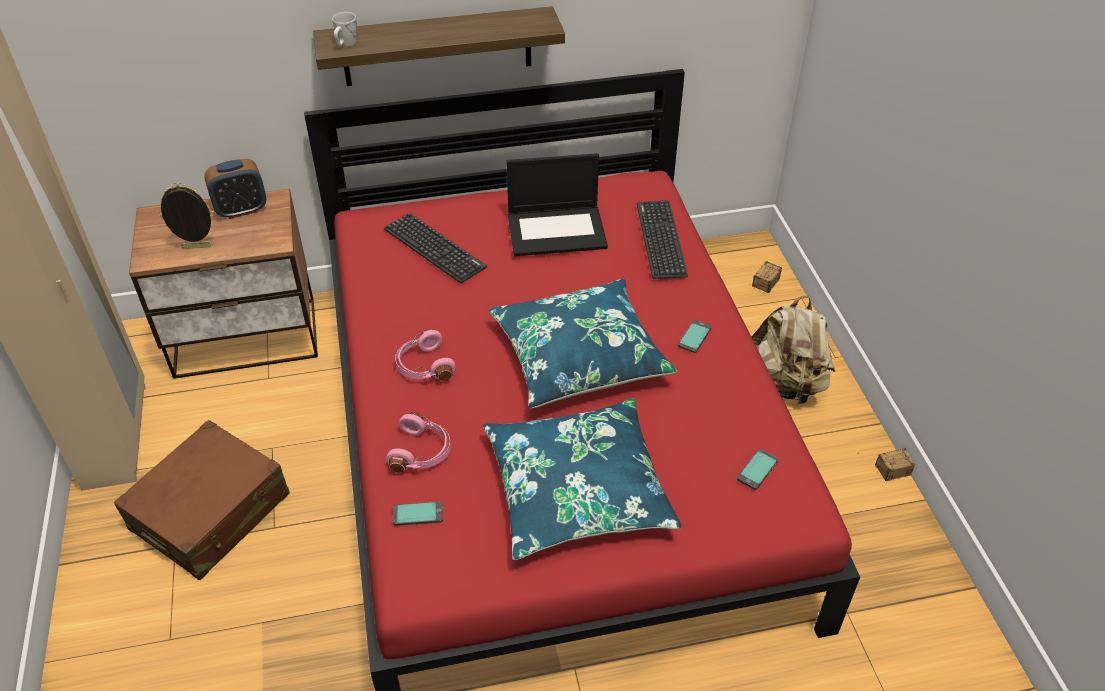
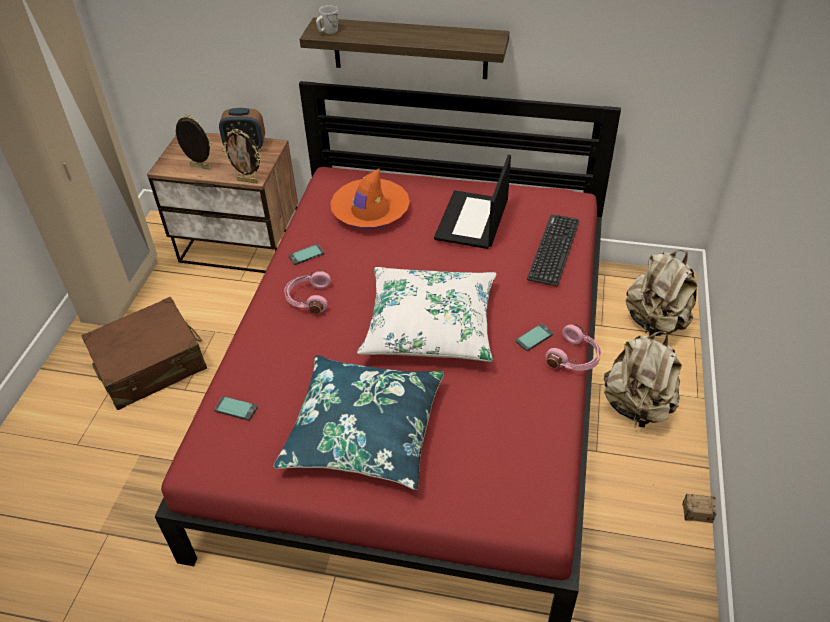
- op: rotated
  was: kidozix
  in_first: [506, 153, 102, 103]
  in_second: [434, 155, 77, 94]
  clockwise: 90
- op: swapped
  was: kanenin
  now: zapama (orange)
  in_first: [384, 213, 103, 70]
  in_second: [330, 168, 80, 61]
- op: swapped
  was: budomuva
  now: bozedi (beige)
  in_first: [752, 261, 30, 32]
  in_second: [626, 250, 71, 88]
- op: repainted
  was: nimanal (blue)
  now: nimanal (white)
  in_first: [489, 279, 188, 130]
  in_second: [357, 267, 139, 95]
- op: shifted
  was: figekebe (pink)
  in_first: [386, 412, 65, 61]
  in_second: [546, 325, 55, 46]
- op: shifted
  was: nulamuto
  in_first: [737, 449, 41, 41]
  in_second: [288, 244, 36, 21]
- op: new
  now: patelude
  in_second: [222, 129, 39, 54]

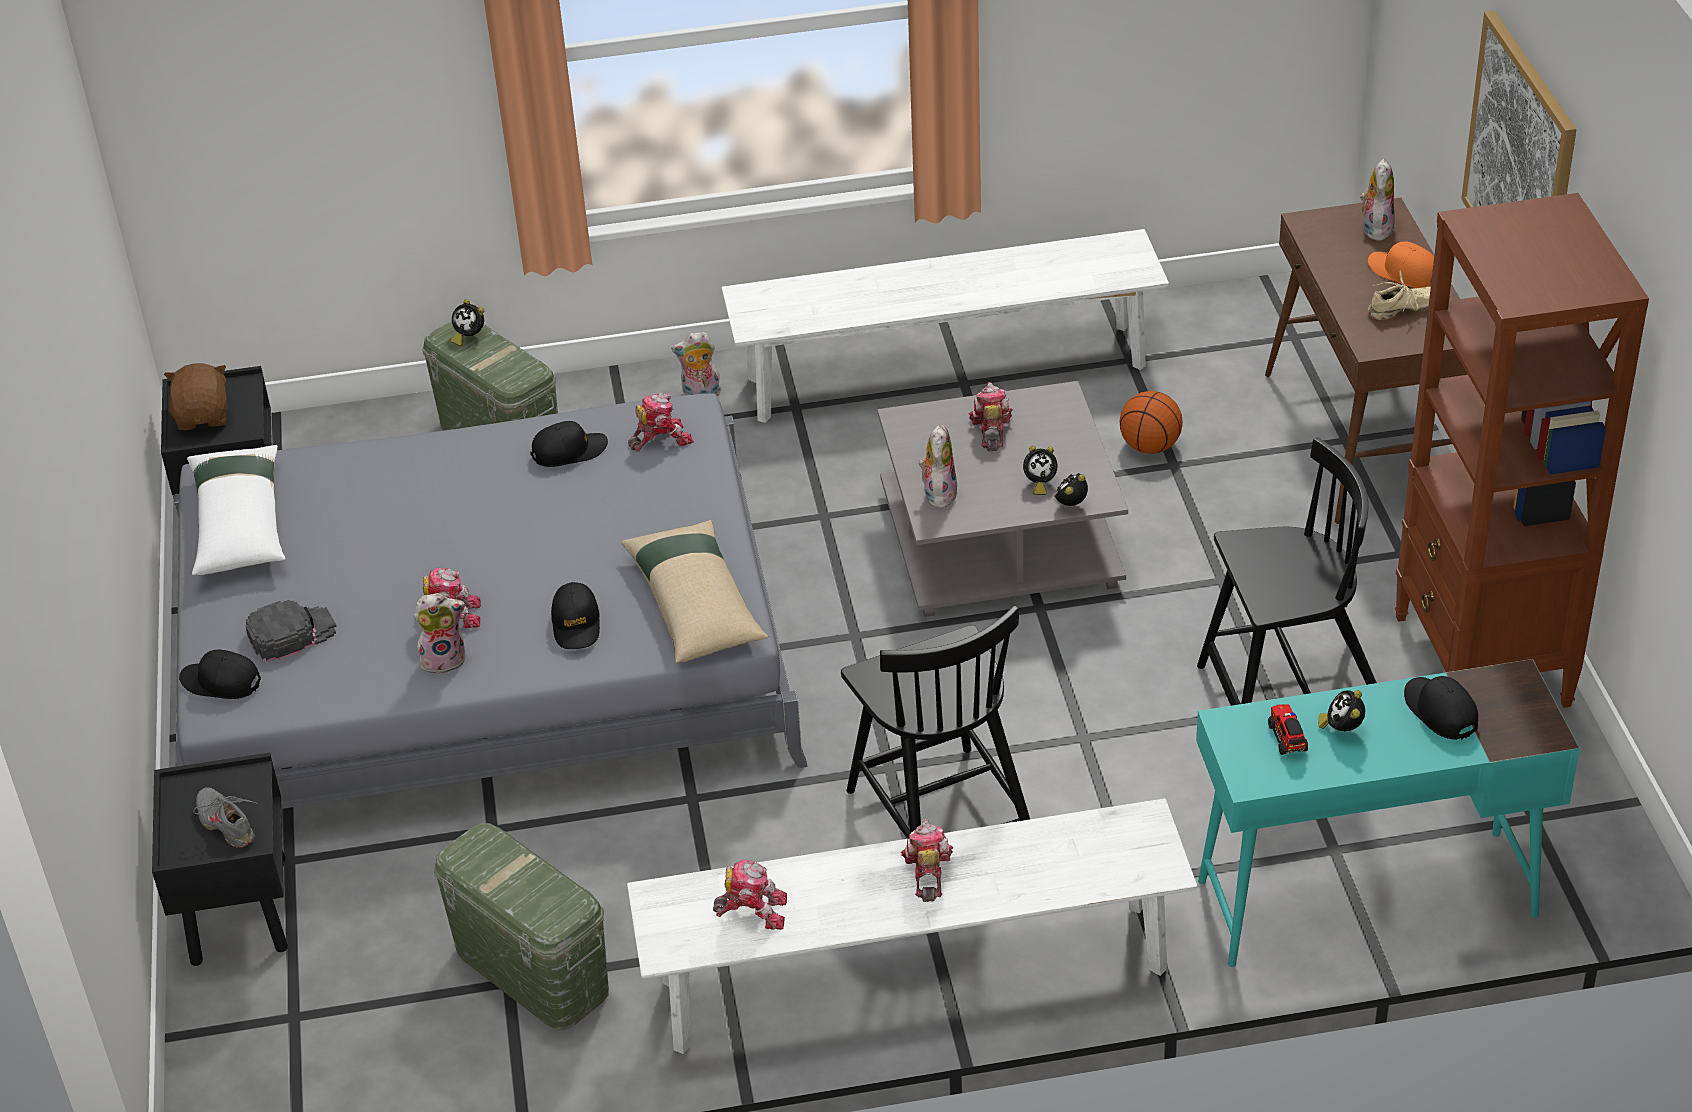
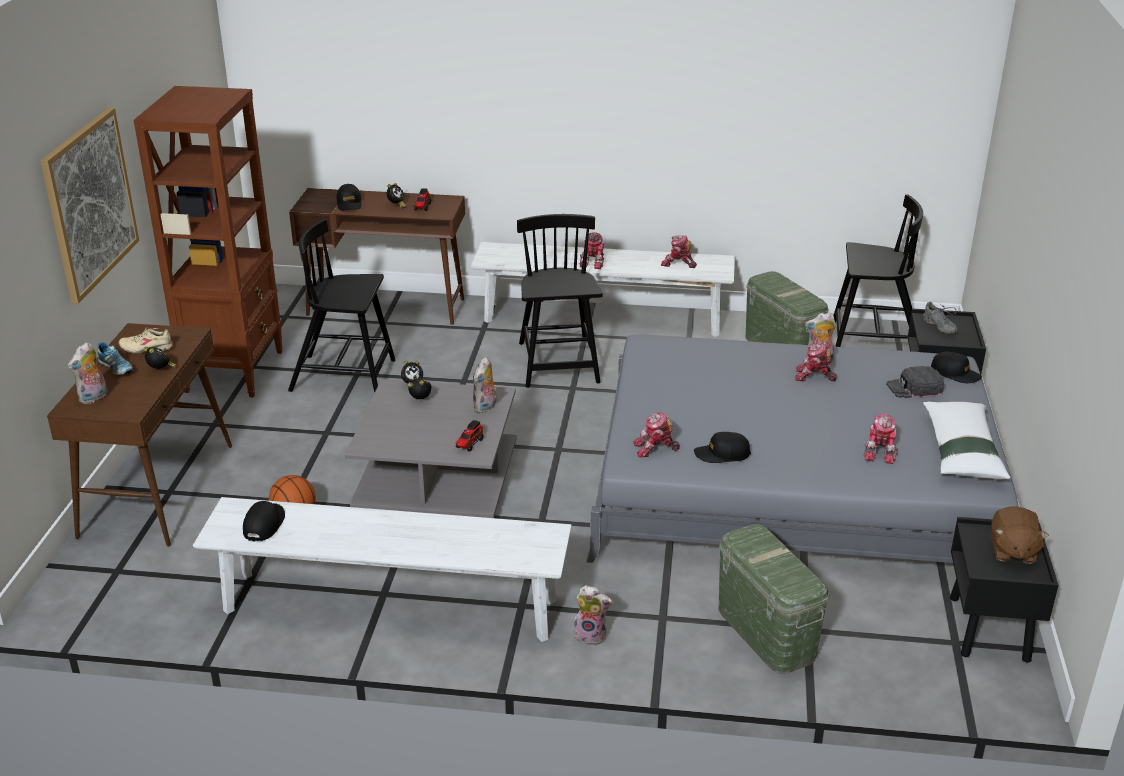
- op: swapped
  was: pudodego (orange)
  now: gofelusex
  in_first: [1368, 241, 66, 47]
  in_second: [98, 342, 35, 33]
- op: shifted
  was: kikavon
  in_first: [451, 299, 34, 47]
  in_second: [143, 347, 33, 22]
- op: shifted
  was: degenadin
  in_first: [968, 382, 45, 69]
  in_second: [863, 414, 35, 50]
- op: gone
  was: nimanal (beige)
  in_first: [621, 520, 147, 143]
- op: shifted
  was: pudodego (black)
  in_first: [551, 582, 49, 67]
  in_second: [243, 501, 42, 40]
- op: repainted
  was: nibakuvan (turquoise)
  now: nibakuvan (brown)
  in_first: [1196, 659, 384, 308]
  in_second: [289, 188, 176, 137]
- op: new
  now: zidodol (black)
  in_second: [833, 194, 90, 153]
- op: new
  now: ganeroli
  in_second: [456, 420, 28, 32]

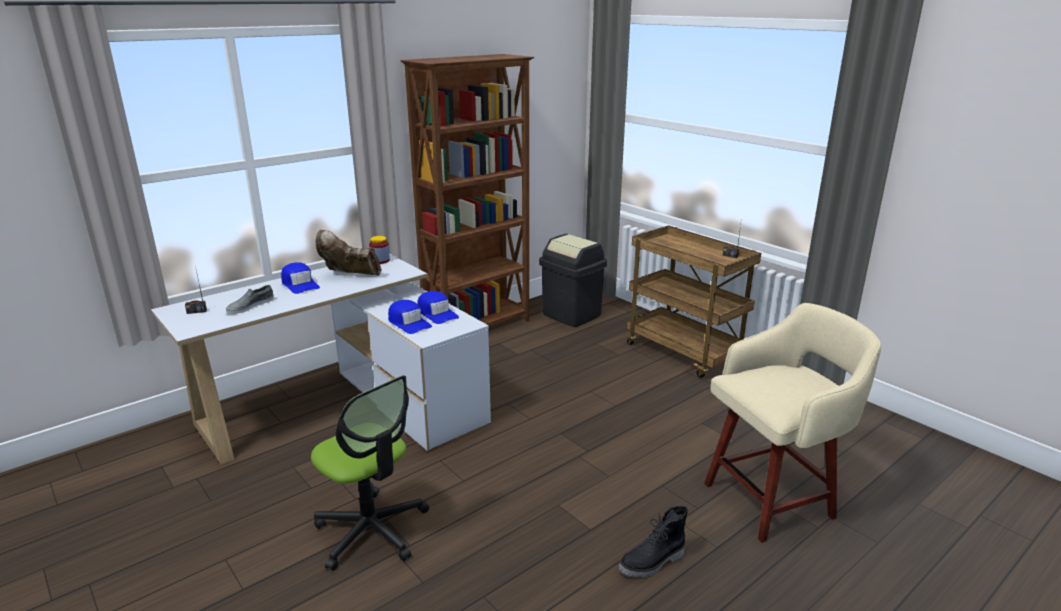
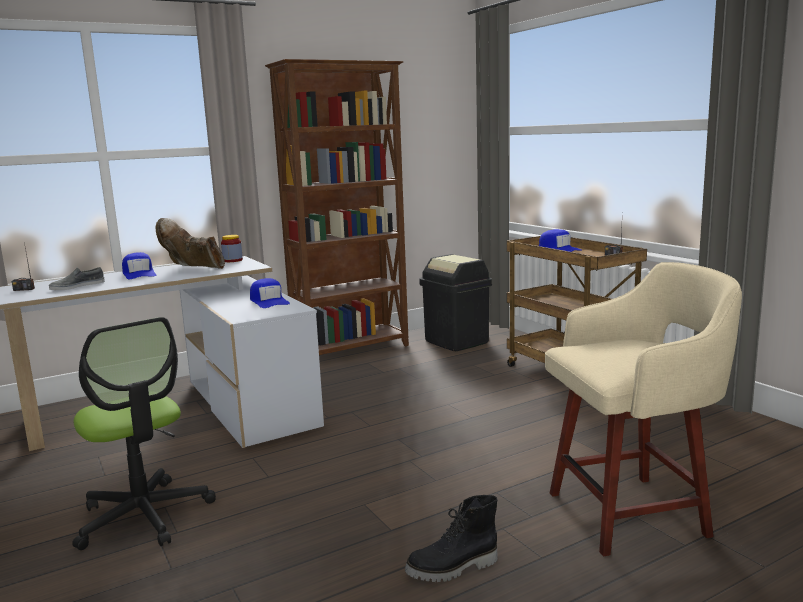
- op: shifted
  was: pudodego (blue)
  in_first: [388, 300, 44, 34]
  in_second: [539, 229, 42, 23]

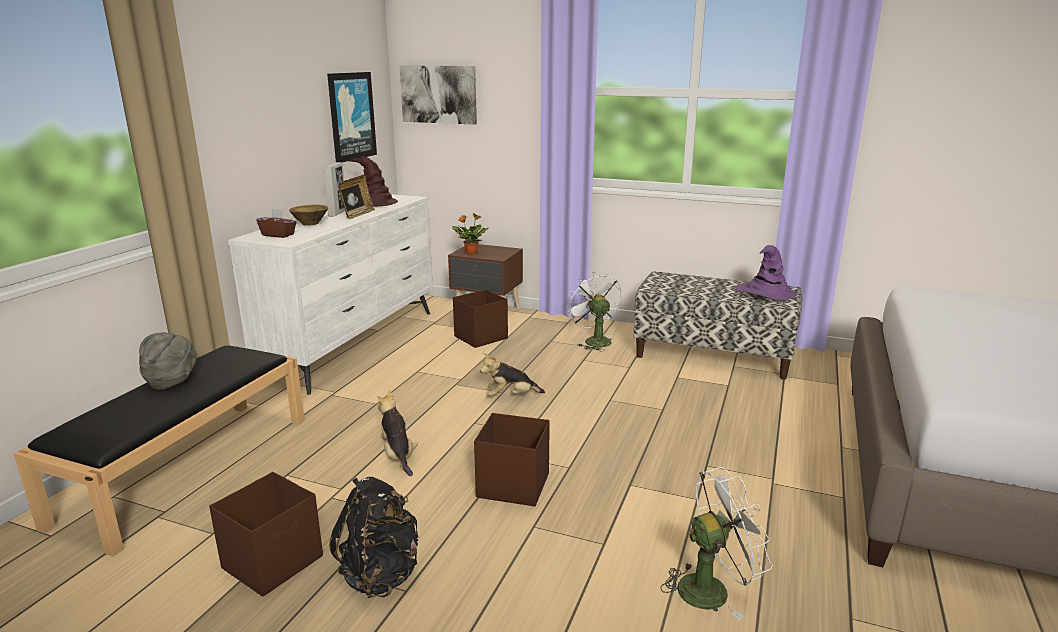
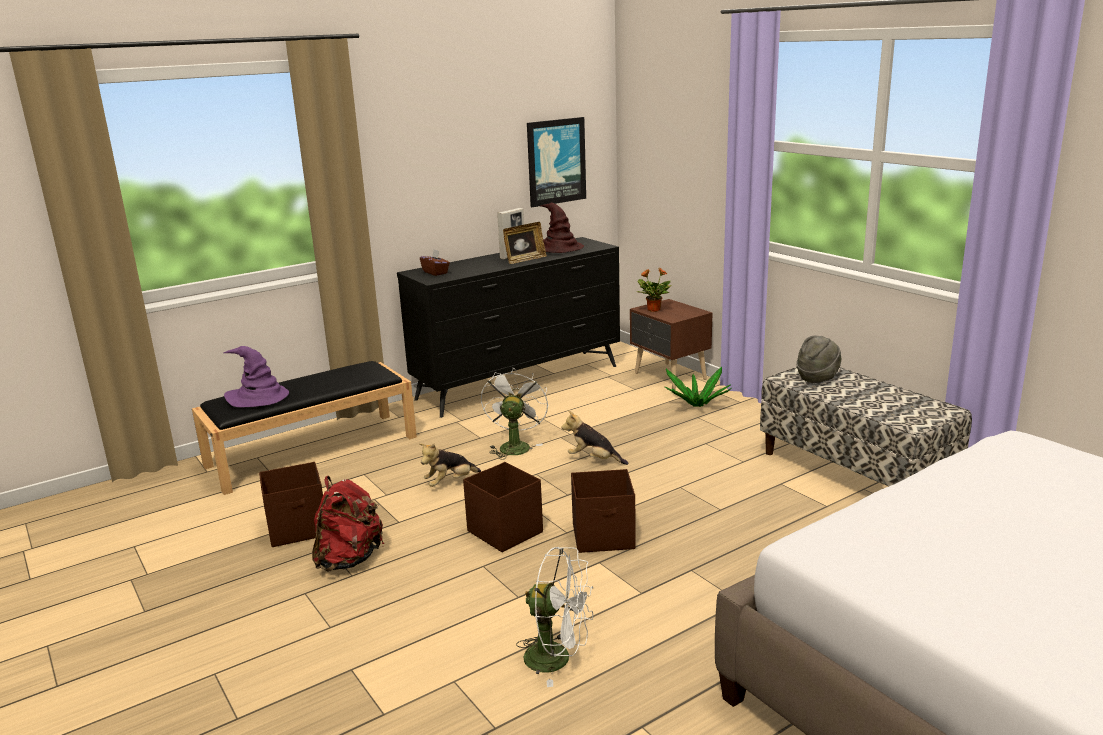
- op: gone
  was: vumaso
  in_first: [399, 65, 78, 60]
- op: repainted
  was: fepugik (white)
  now: fepugik (black)
  in_first: [228, 194, 205, 201]
  in_second: [397, 237, 223, 181]
- op: gone
  was: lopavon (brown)
  in_first: [289, 204, 39, 22]
- op: shifted
  was: zapama (purple)
  in_first: [736, 245, 61, 56]
  in_second: [223, 346, 66, 61]
- op: shifted
  was: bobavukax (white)
  in_first: [566, 272, 56, 79]
  in_second: [481, 369, 67, 91]
- op: shifted
  was: budomuva (brown)
  in_first: [453, 290, 55, 58]
  in_second: [571, 469, 65, 84]
- op: shifted
  was: zapama (grey)
  in_first: [139, 332, 58, 57]
  in_second: [796, 335, 45, 48]
- op: rotated
  was: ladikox
  in_first: [378, 391, 40, 85]
  in_second: [419, 443, 62, 44]
  clockwise: -135
- op: repainted
  was: bozedi (black)
  now: bozedi (red)
  in_first: [329, 477, 90, 121]
  in_second: [312, 476, 72, 96]
- op: new
  now: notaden
  in_second: [665, 367, 67, 40]

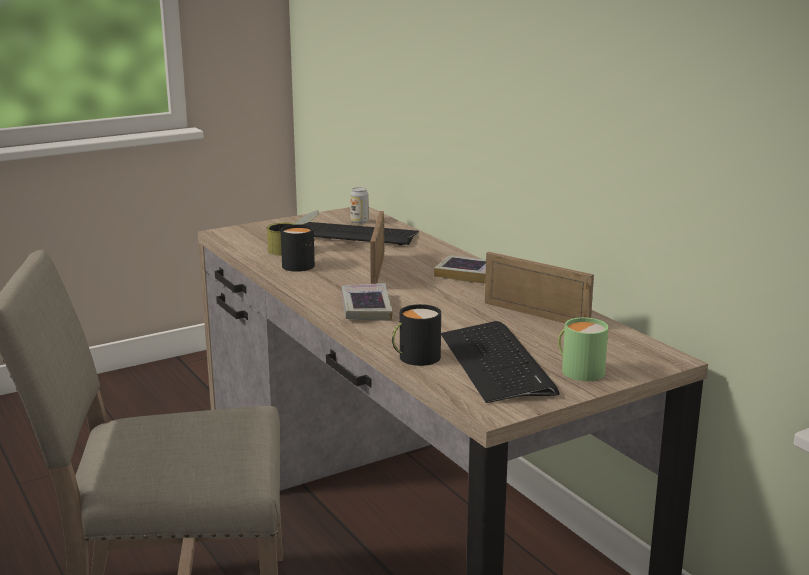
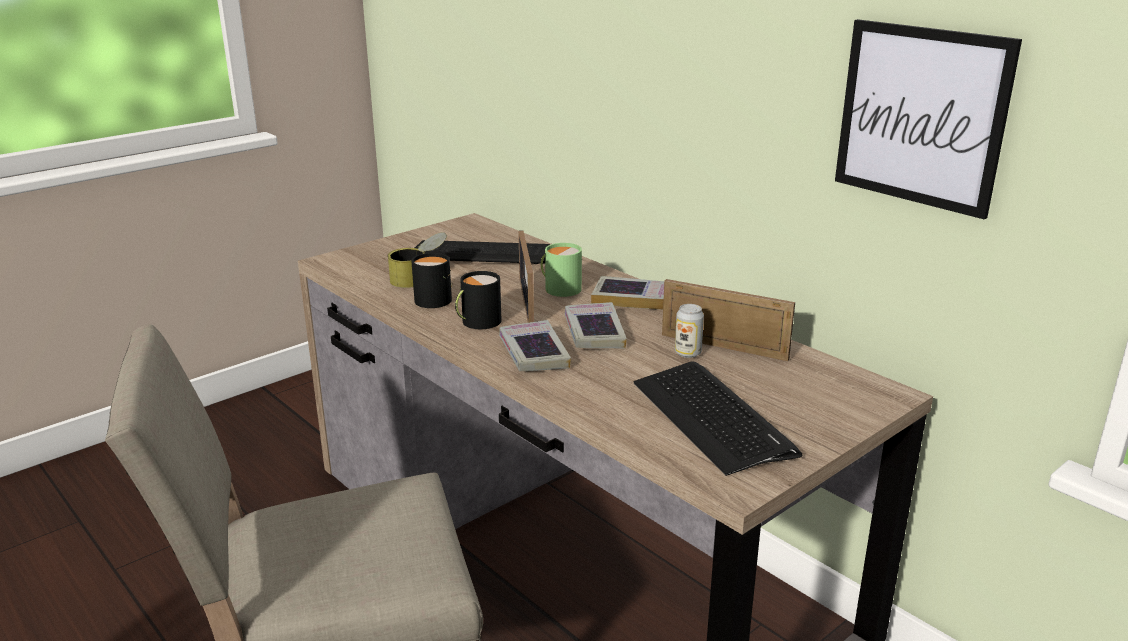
- op: shifted
  was: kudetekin
  in_first: [350, 187, 19, 37]
  in_second: [675, 304, 29, 54]
- op: shifted
  was: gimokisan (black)
  in_first: [392, 304, 49, 62]
  in_second: [455, 271, 47, 58]
- op: shifted
  was: gimokisan (green)
  in_first: [558, 317, 50, 64]
  in_second: [541, 243, 41, 54]
- op: new
  now: vumaso
  in_second: [835, 19, 187, 200]
- op: new
  now: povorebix
  in_second: [565, 302, 62, 47]

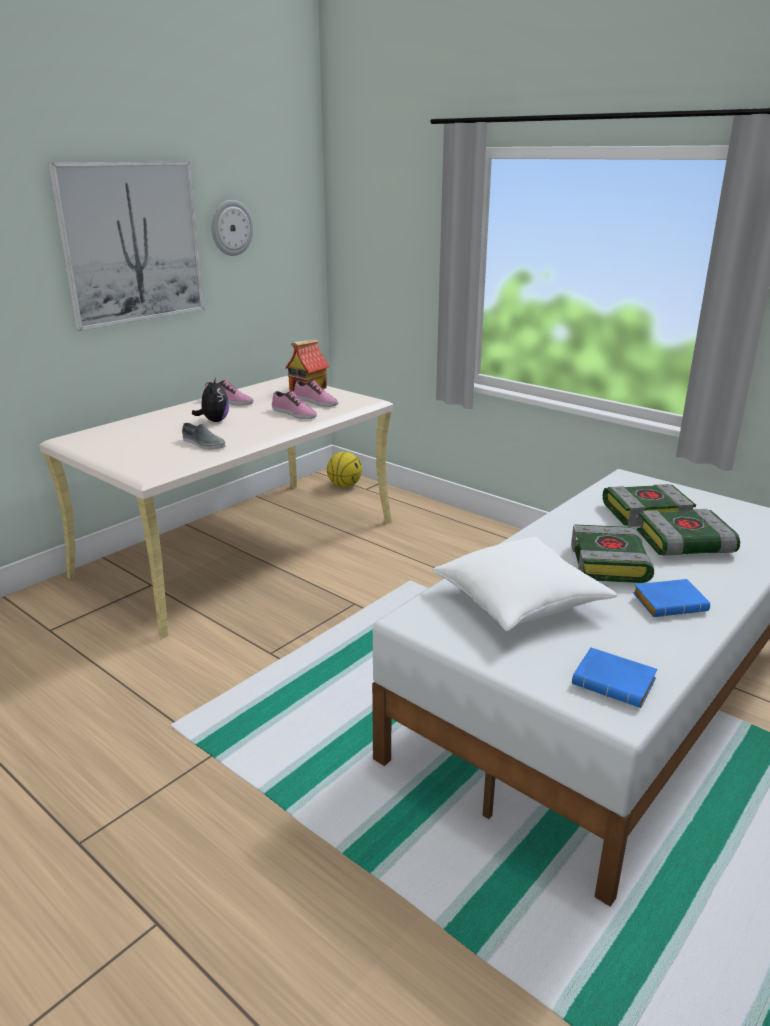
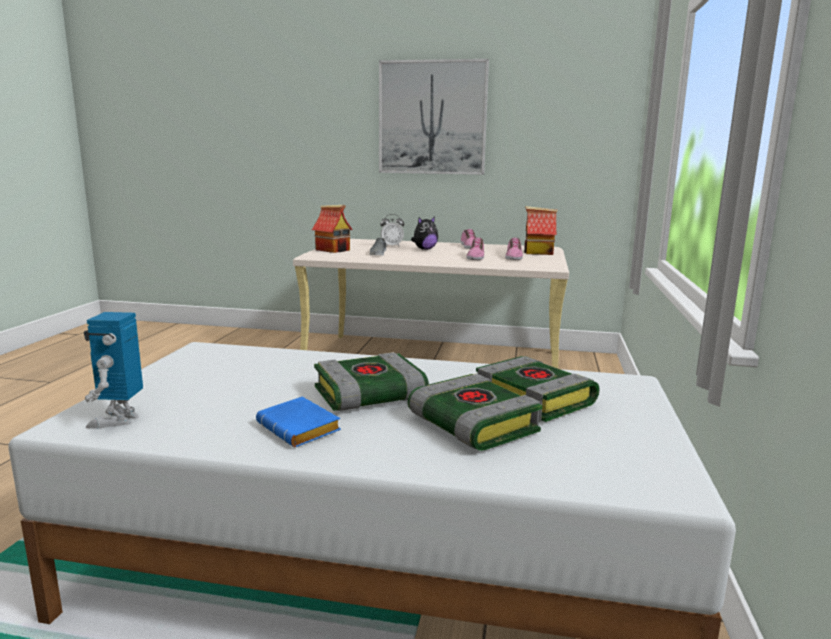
- op: gone
  was: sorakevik
  in_first: [211, 200, 42, 56]
- op: gone
  was: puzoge
  in_first: [327, 452, 35, 35]
- op: gone
  was: nimanal (white)
  in_first: [432, 537, 185, 94]
- op: swapped
  was: povorebix (blue)
  now: degenadin
  in_first: [572, 647, 86, 61]
  in_second: [84, 312, 59, 116]
- op: new
  now: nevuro
  in_second: [312, 205, 40, 48]
- op: new
  now: kikavon
  in_second: [380, 214, 24, 33]

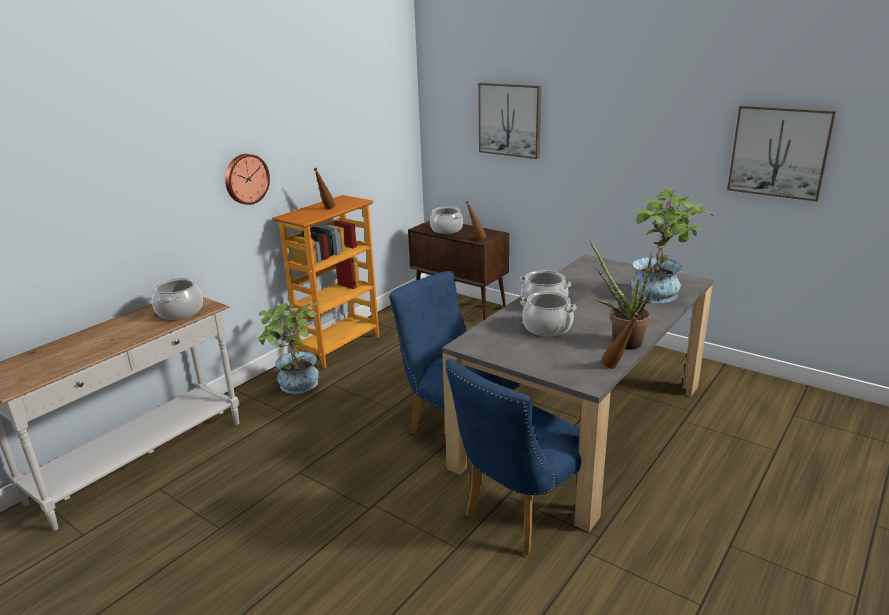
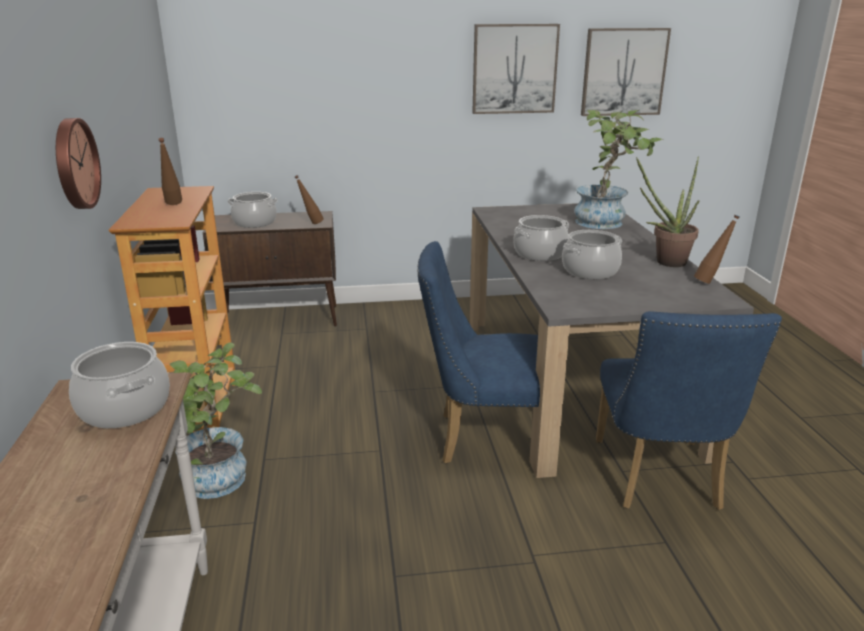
- op: shifted
  was: vumaso
  in_first: [478, 83, 63, 76]
  in_second: [472, 24, 88, 90]

